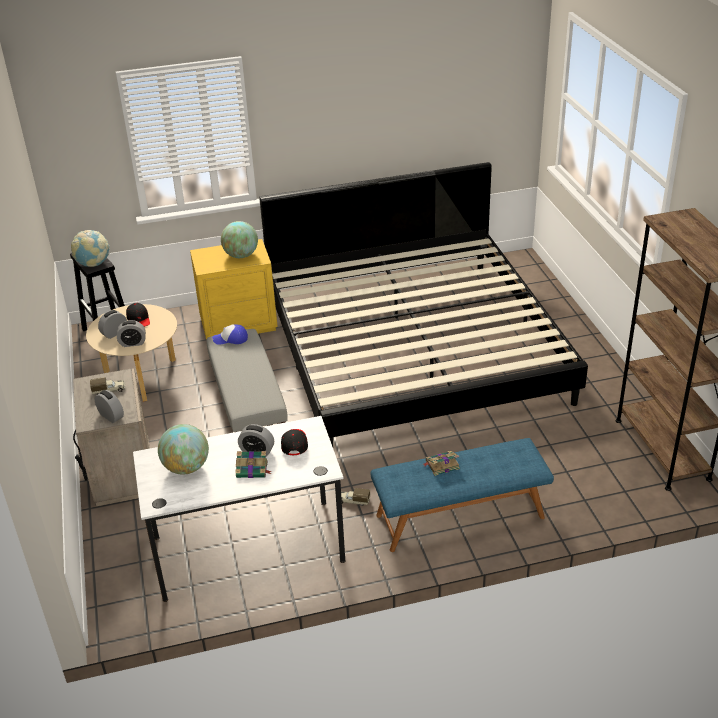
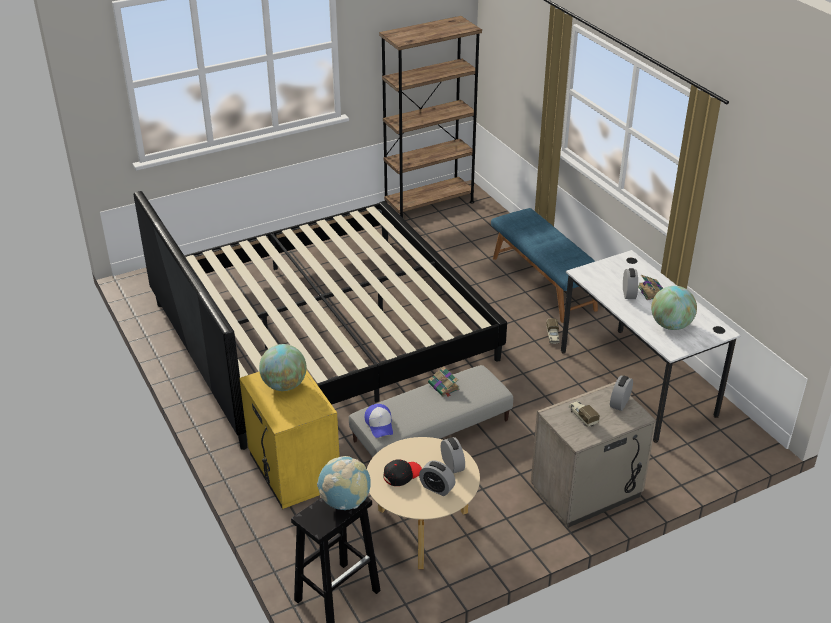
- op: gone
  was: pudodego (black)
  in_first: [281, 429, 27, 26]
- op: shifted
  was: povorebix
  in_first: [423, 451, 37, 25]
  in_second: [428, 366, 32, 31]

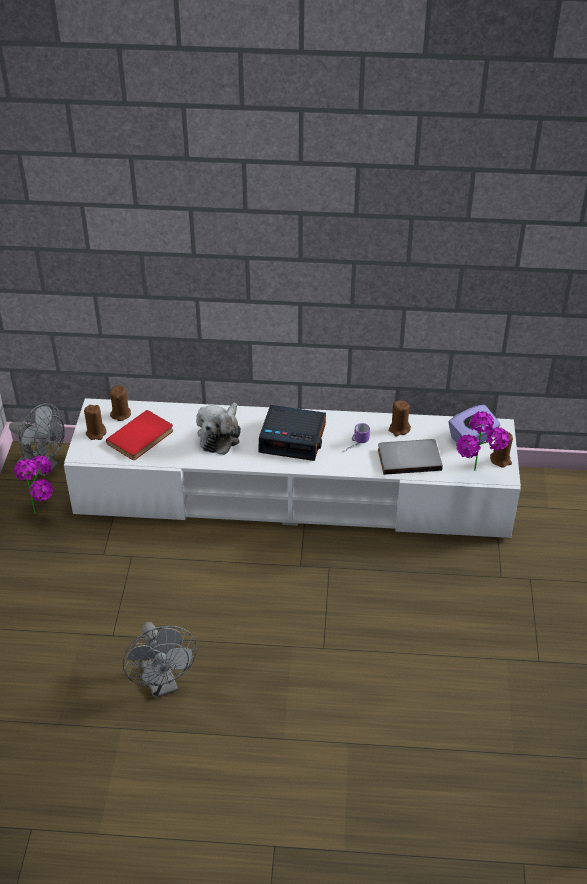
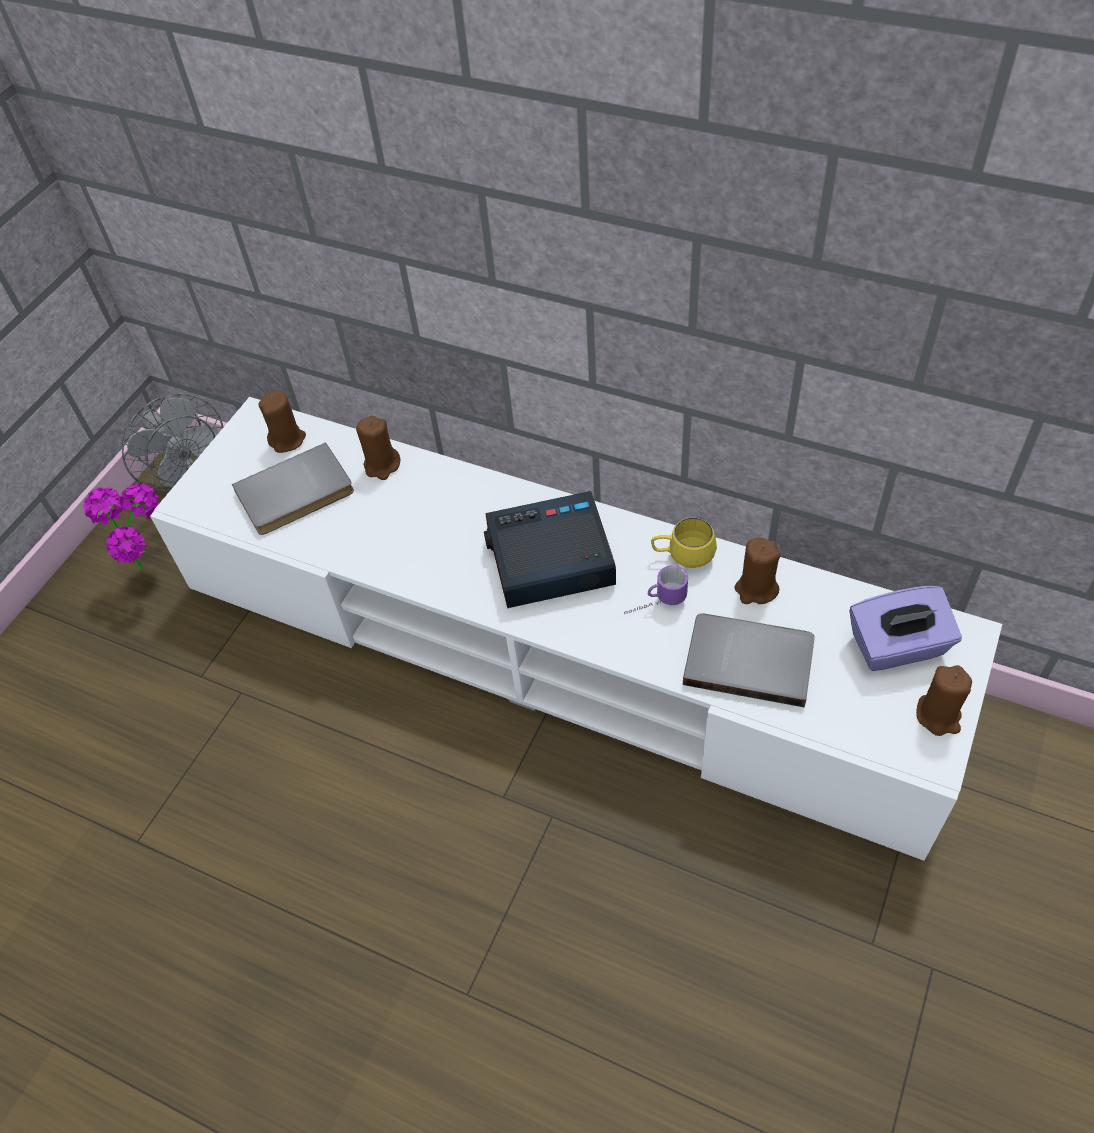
- op: gone
  was: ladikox
  in_first: [196, 403, 45, 52]
- op: shifted
  was: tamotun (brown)
  in_first: [84, 405, 22, 35]
  in_second: [356, 416, 44, 64]
- op: rotated
  was: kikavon
  in_first: [258, 405, 68, 56]
  in_second: [484, 491, 132, 117]
  clockwise: 135
- op: repainted
  was: povorebix (red)
  now: povorebix (grey)
  in_first: [106, 410, 67, 50]
  in_second: [232, 442, 122, 93]
- op: gone
  was: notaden
  in_first: [456, 411, 53, 60]
- op: gone
  was: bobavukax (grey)
  in_first: [123, 622, 74, 76]
- op: new
  now: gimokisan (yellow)
  in_second: [651, 518, 66, 50]

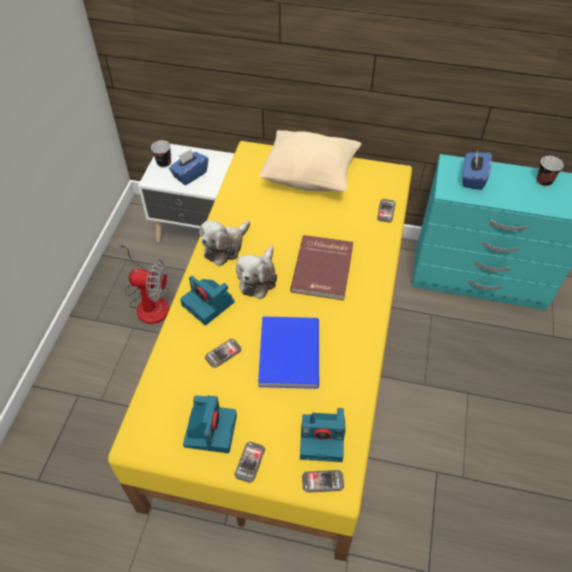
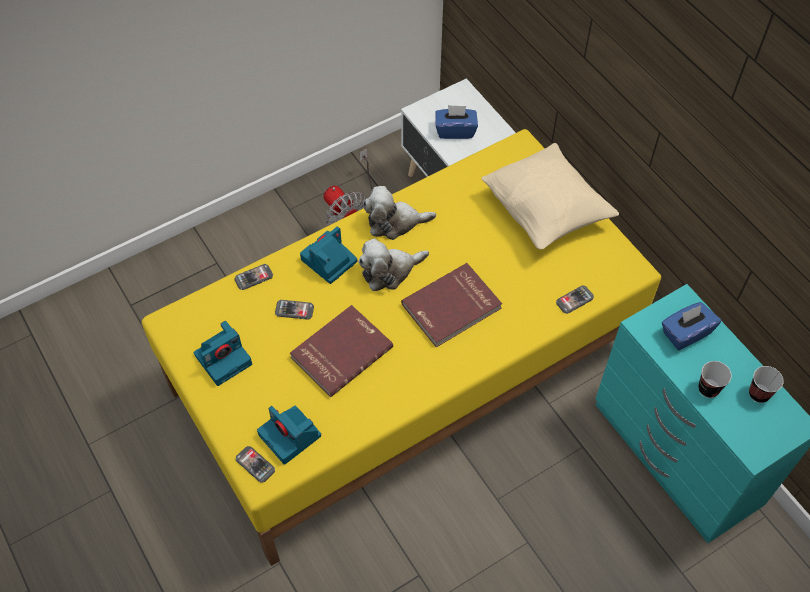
- op: shifted
  was: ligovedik
  in_first: [151, 140, 20, 28]
  in_second: [698, 361, 34, 37]
- op: rotated
  was: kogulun
  in_first: [180, 276, 54, 49]
  in_second: [300, 227, 57, 57]
  clockwise: 45
- op: repainted
  was: povorebix (blue)
  now: povorebix (red)
  in_first: [258, 316, 61, 73]
  in_second: [290, 305, 103, 92]
- op: shifted
  was: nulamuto
  in_first: [234, 442, 31, 41]
  in_second: [235, 264, 38, 26]

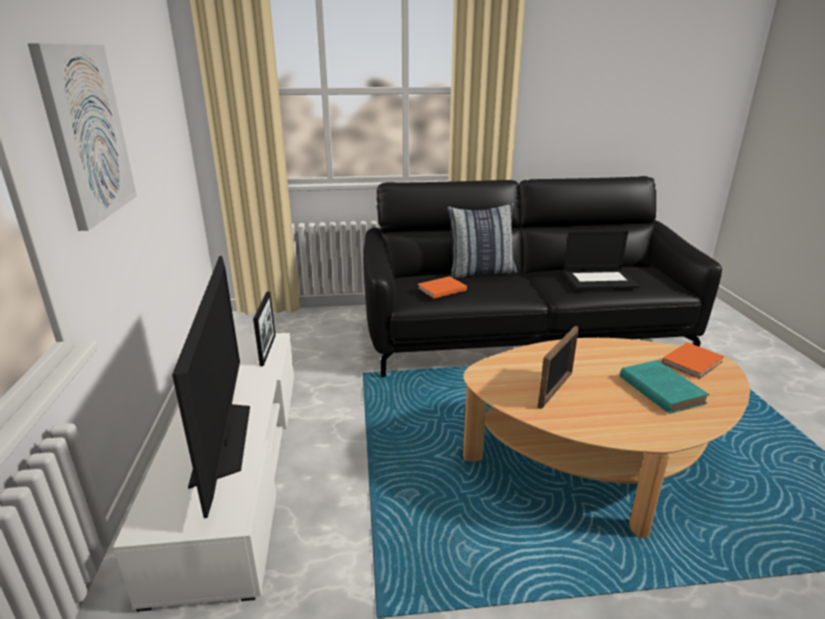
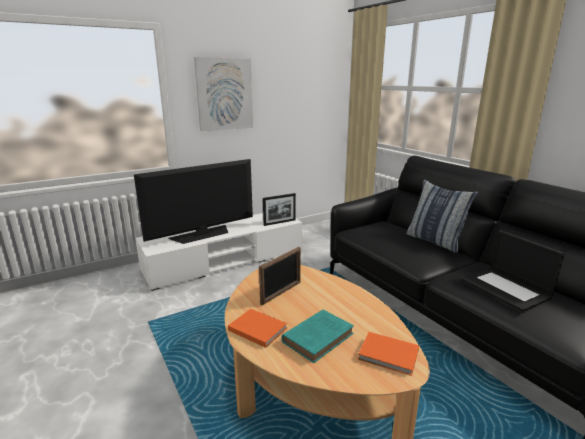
- op: shifted
  was: povorebix (orange)
  in_first: [418, 276, 49, 23]
  in_second: [228, 309, 59, 39]
- op: rotated
  was: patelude
  in_first: [538, 326, 41, 83]
  in_second: [259, 247, 42, 58]
  clockwise: -60

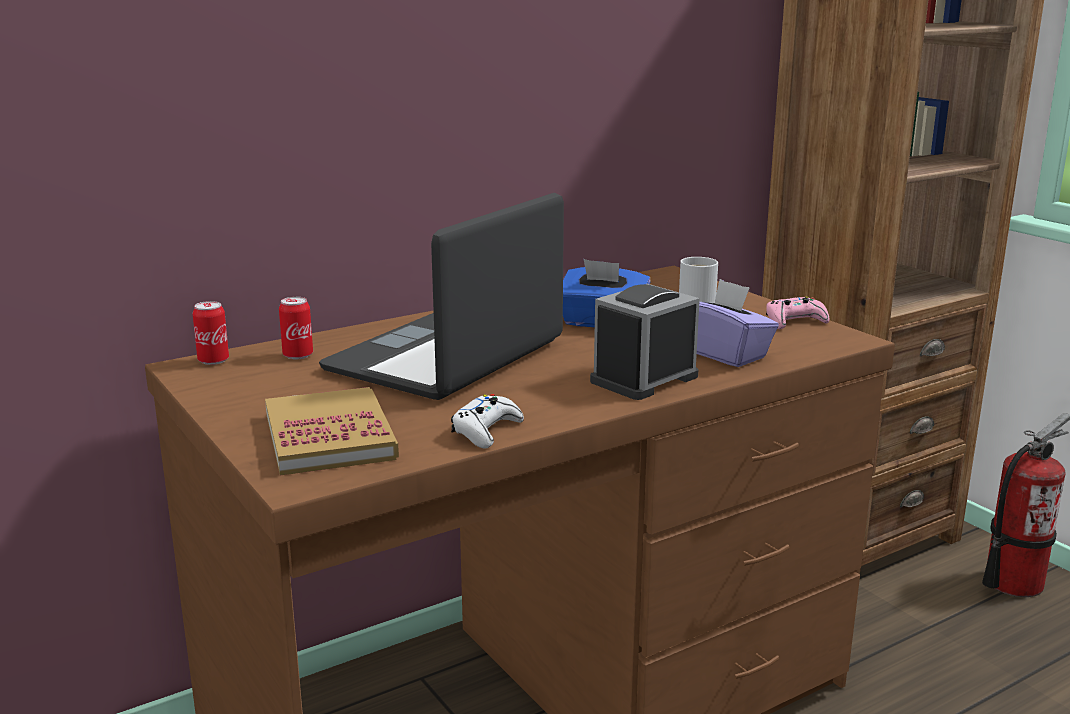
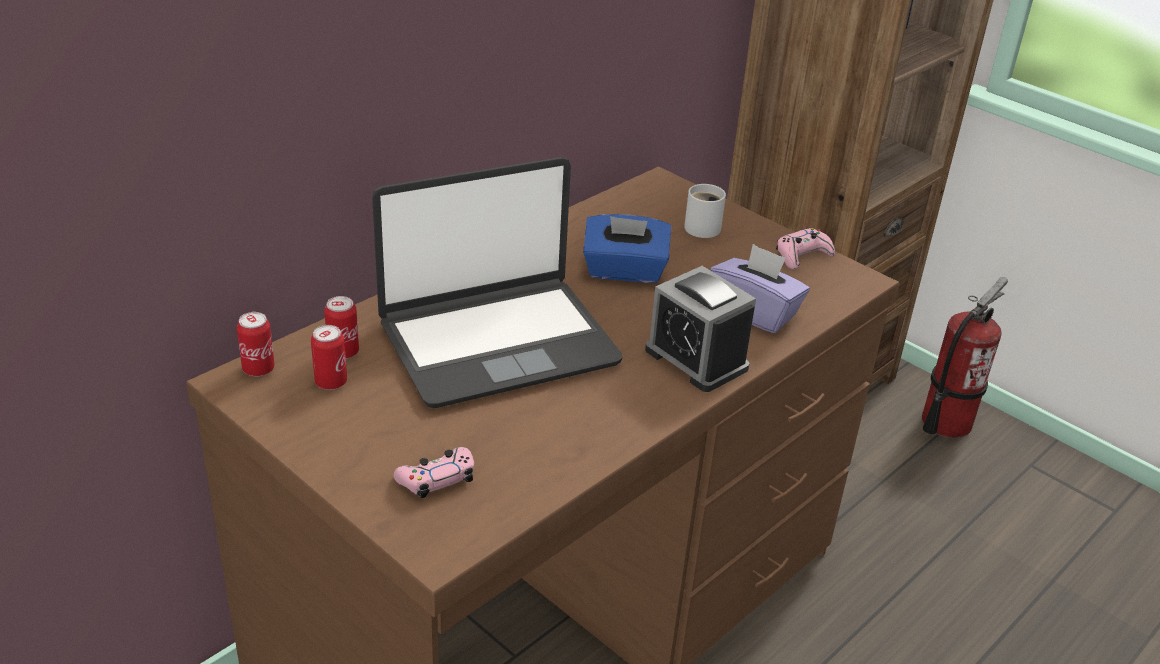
- op: rotated
  was: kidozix
  in_first: [319, 193, 245, 207]
  in_second: [372, 157, 250, 251]
  clockwise: -135
- op: rotated
  was: kikavon
  in_first: [590, 284, 110, 116]
  in_second: [645, 266, 111, 126]
  clockwise: -75
- op: swapped
  was: povorebix
  now: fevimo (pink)
  in_first: [265, 387, 134, 89]
  in_second: [394, 447, 80, 51]
- op: gone
  was: fevimo (white)
  in_first: [451, 394, 73, 54]
- op: new
  now: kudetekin
  in_second: [311, 325, 36, 65]

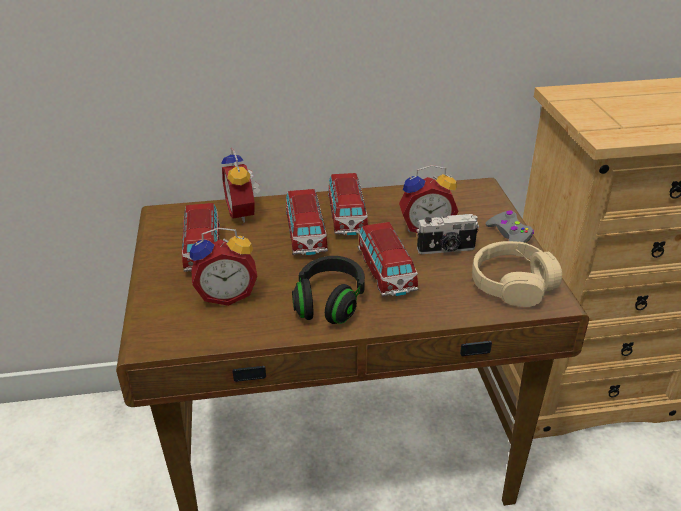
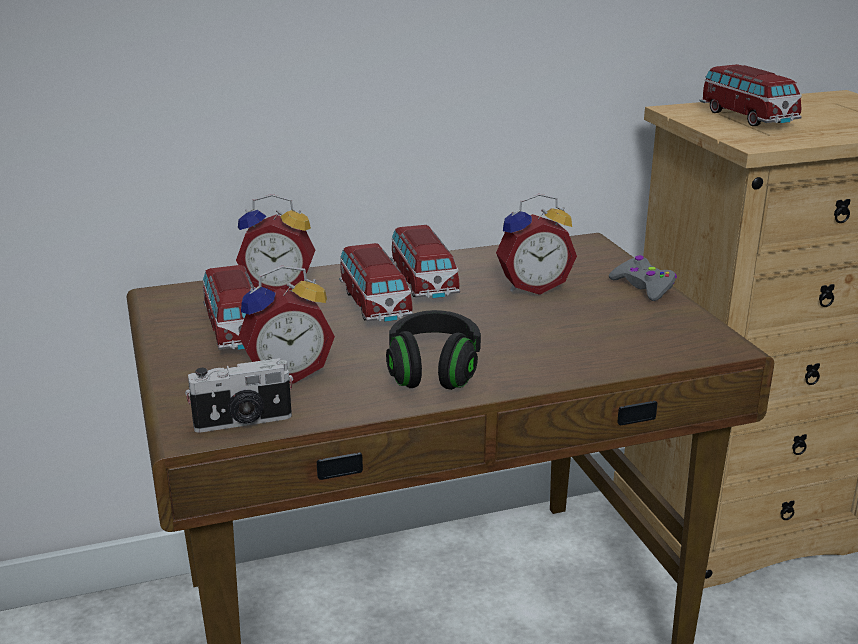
- op: rotated
  was: kikavon
  in_first: [221, 148, 39, 75]
  in_second: [236, 194, 79, 98]
  clockwise: -60
- op: shifted
  was: kogulun
  in_first: [416, 214, 63, 40]
  in_second: [185, 358, 108, 75]
- op: shifted
  was: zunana
  in_first: [357, 222, 61, 75]
  in_second: [699, 64, 103, 62]
- op: gone
  was: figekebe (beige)
  in_first: [472, 241, 90, 66]

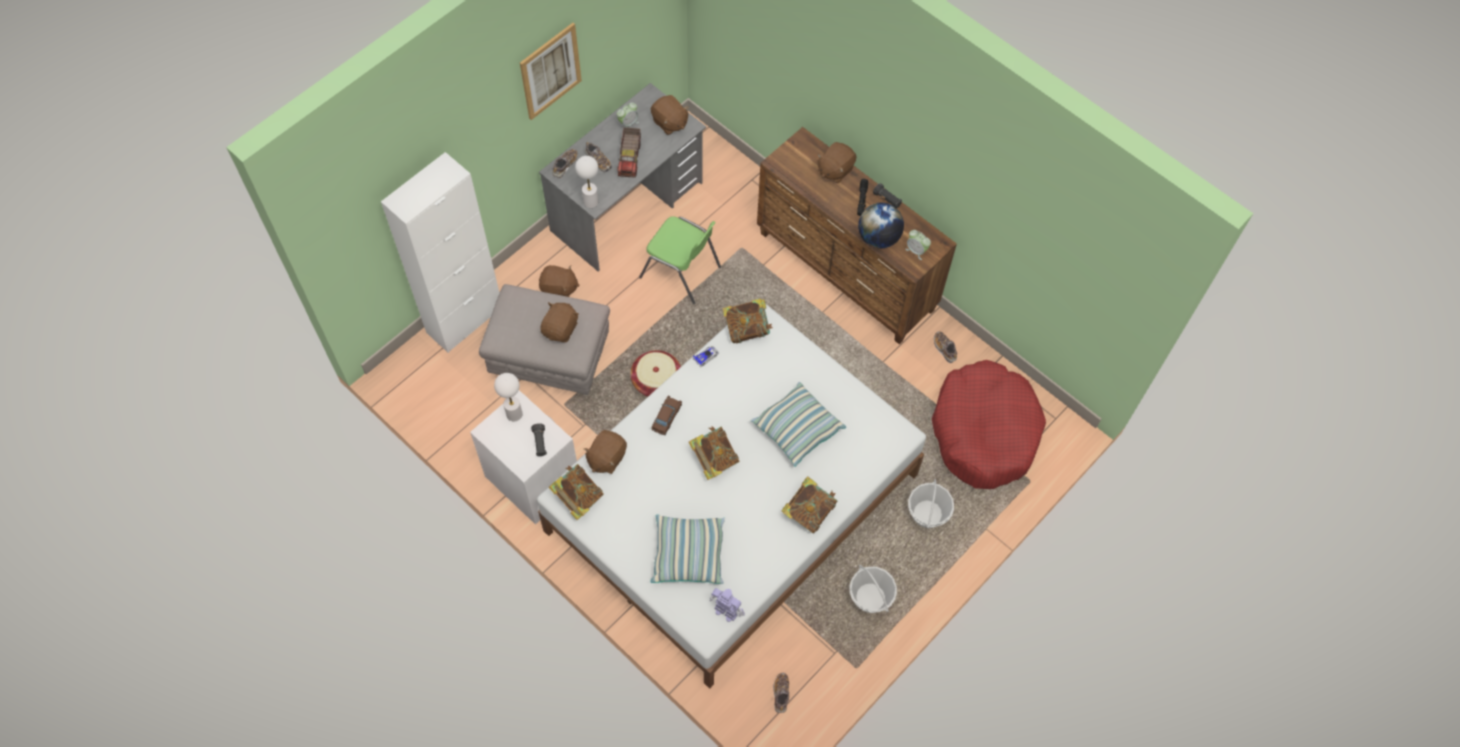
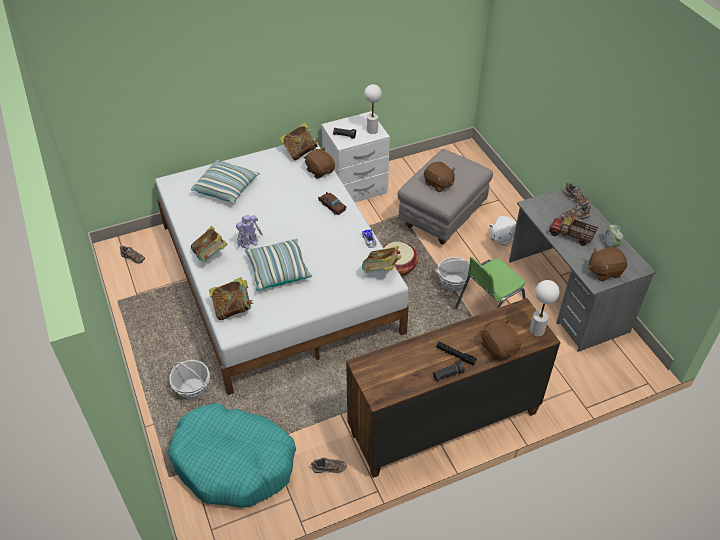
- op: gone
  was: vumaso
  in_first: [520, 23, 62, 97]
- op: gone
  was: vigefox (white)
  in_first: [381, 152, 118, 201]
- op: shifted
  was: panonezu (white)
  in_first: [575, 156, 23, 52]
  in_second: [530, 280, 29, 57]
- op: gone
  was: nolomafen
  in_first: [858, 203, 46, 45]
- op: gone
  was: kikavon
  in_first: [905, 230, 26, 30]
- op: repainted
  was: ladikox (brown)
  now: ladikox (white)
  in_first: [539, 265, 41, 32]
  in_second: [489, 216, 28, 29]
- op: repainted
  was: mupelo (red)
  now: mupelo (turquoise)
  in_first: [932, 360, 114, 129]
  in_second: [168, 403, 128, 105]
- op: shifted
  was: povorebix
  in_first: [689, 426, 51, 54]
  in_second: [209, 277, 45, 43]
- op: shifted
  was: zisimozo
  in_first: [849, 565, 48, 48]
  in_second: [435, 257, 36, 35]
- op: shifted
  was: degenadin
  in_first: [709, 588, 36, 34]
  in_second: [236, 215, 27, 34]

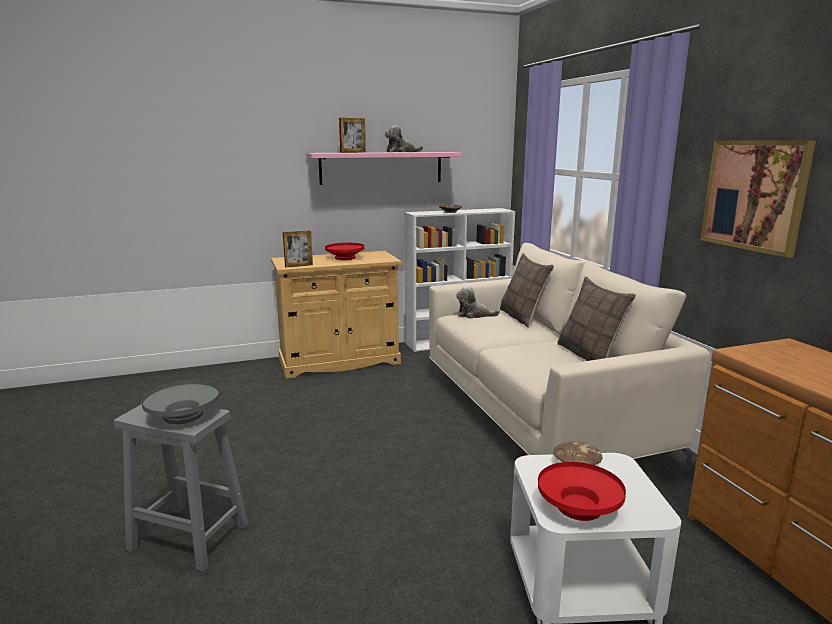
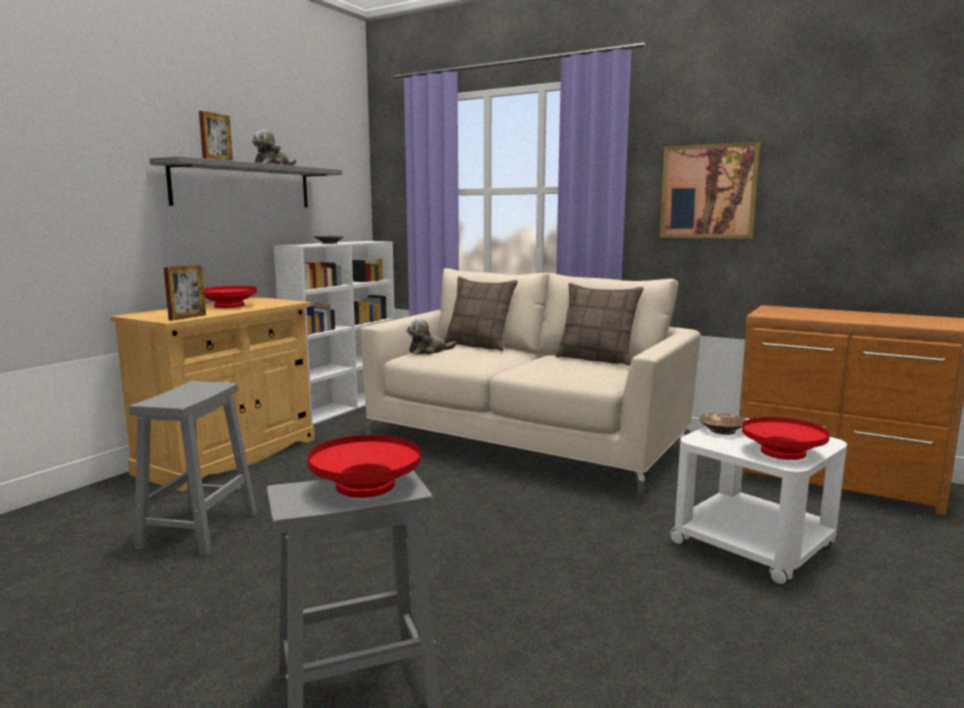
- op: repainted
  was: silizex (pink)
  now: silizex (grey)
  in_first: [306, 152, 156, 33]
  in_second: [149, 156, 193, 52]
- op: repainted
  was: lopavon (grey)
  now: lopavon (red)
  in_first: [141, 380, 79, 44]
  in_second: [308, 435, 113, 63]
- op: new
  now: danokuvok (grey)
  in_second: [129, 381, 128, 175]

